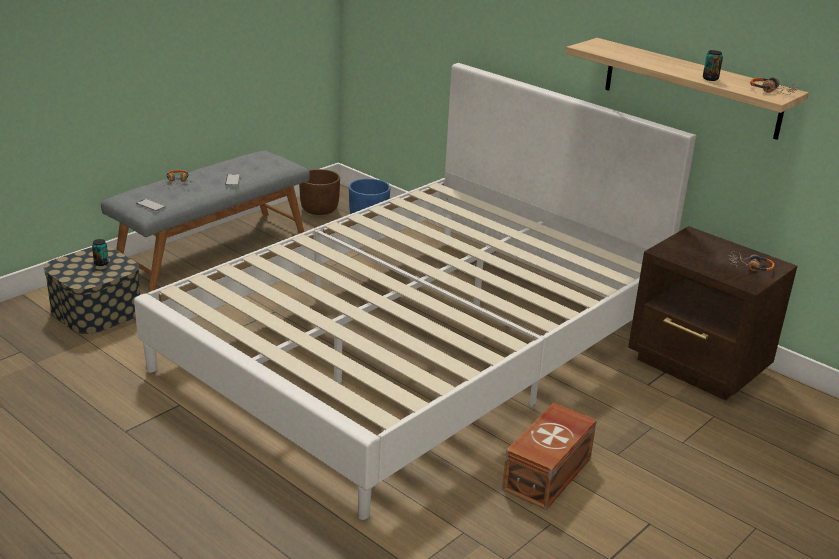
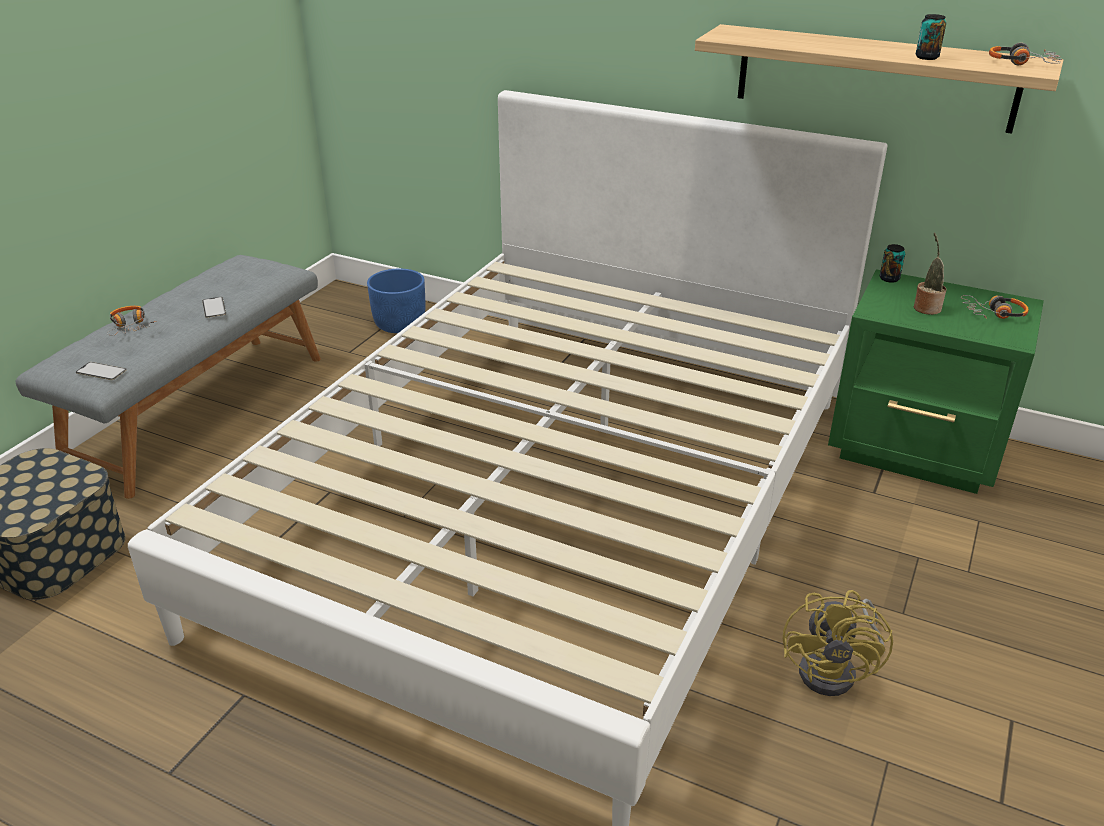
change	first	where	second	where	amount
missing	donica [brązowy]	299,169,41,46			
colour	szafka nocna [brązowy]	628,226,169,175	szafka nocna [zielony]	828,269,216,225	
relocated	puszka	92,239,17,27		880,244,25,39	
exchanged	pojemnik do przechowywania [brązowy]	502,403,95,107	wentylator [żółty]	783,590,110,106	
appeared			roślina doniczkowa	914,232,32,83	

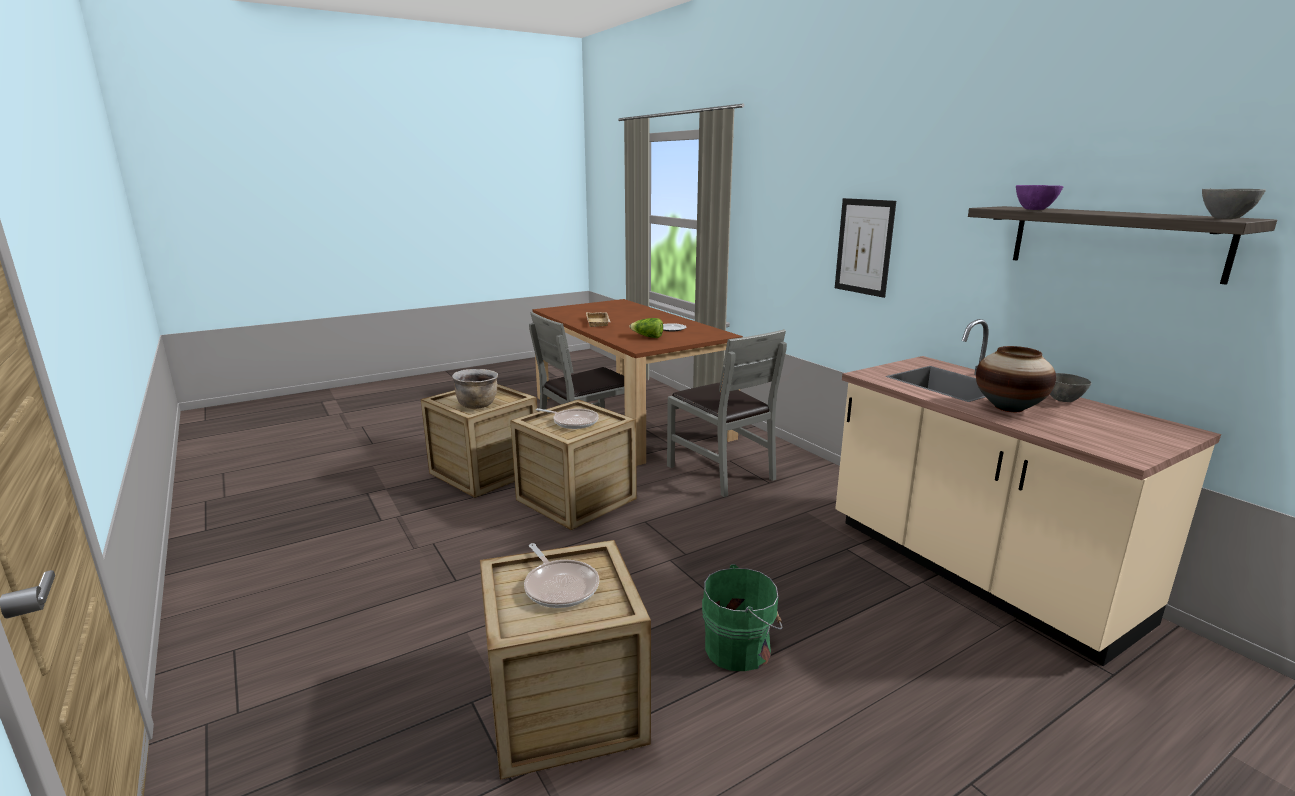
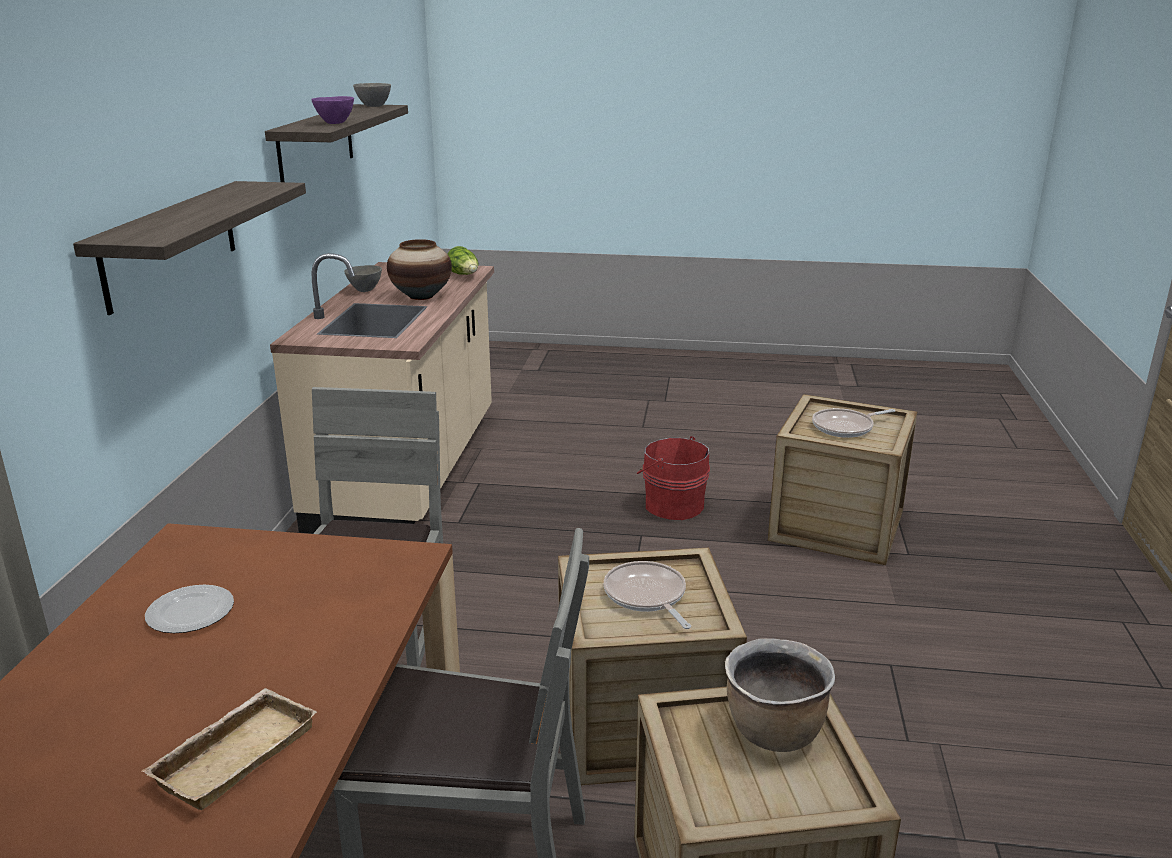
change	first	where	second	where	amount
exchanged	obraz	835,198,61,100	półka	73,181,233,134	
relocated	sałata	629,318,34,20		448,246,31,29	
spun	patelnia	524,543,75,65		812,408,83,30	120 degrees counterclockwise
colour	wiadro [zielony]	702,564,80,107	wiadro [czerwony]	637,436,73,84	

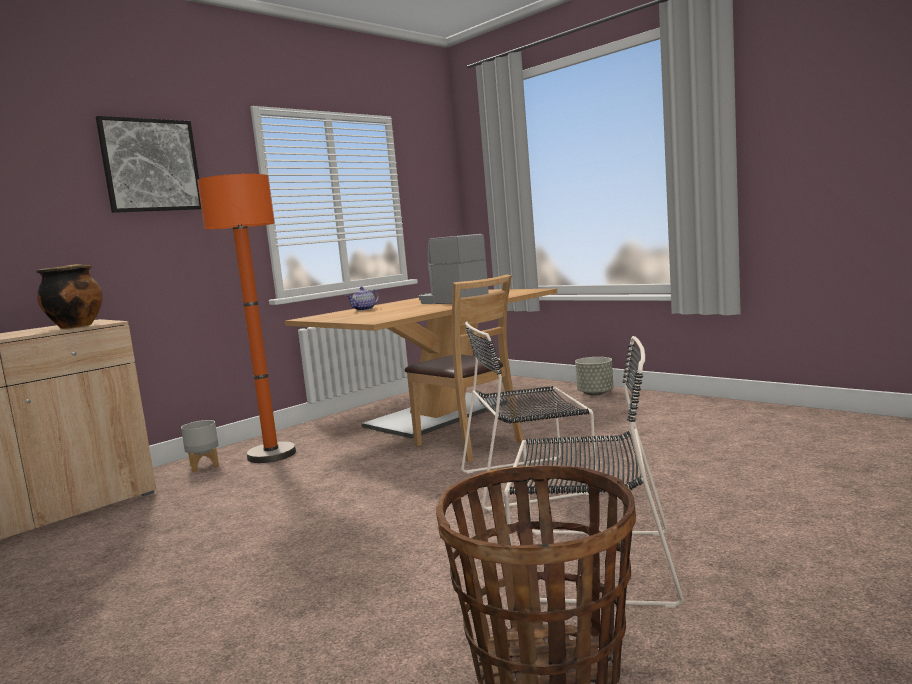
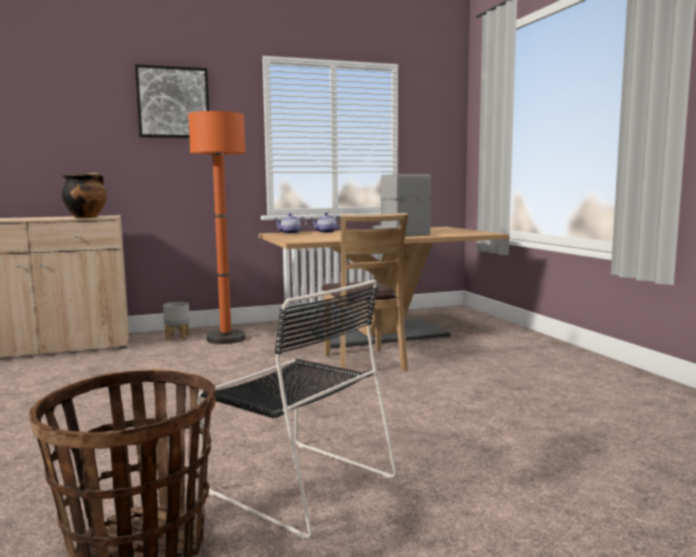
change	first	where	second	where	amount
missing	krzesło [czarny]	461,321,135,190			
missing	donica [szary]	575,357,39,39			
appeared			imbryk	274,213,33,21	

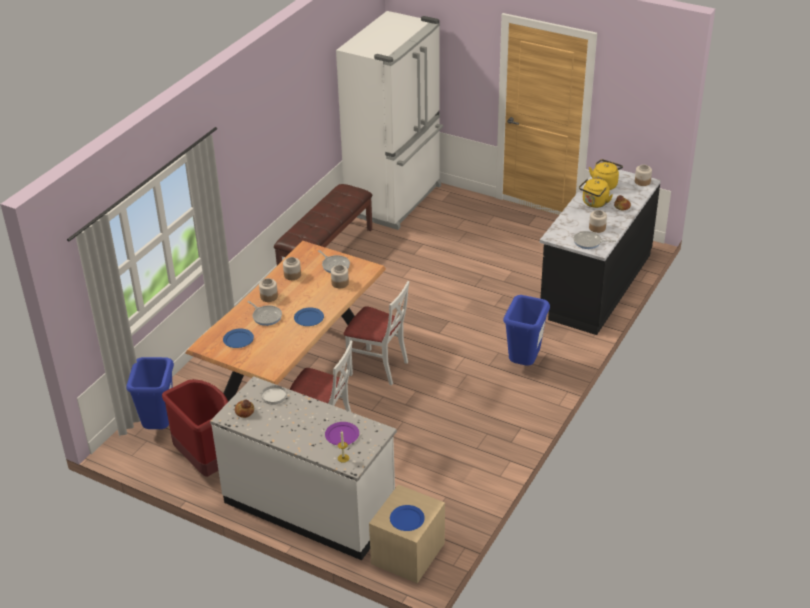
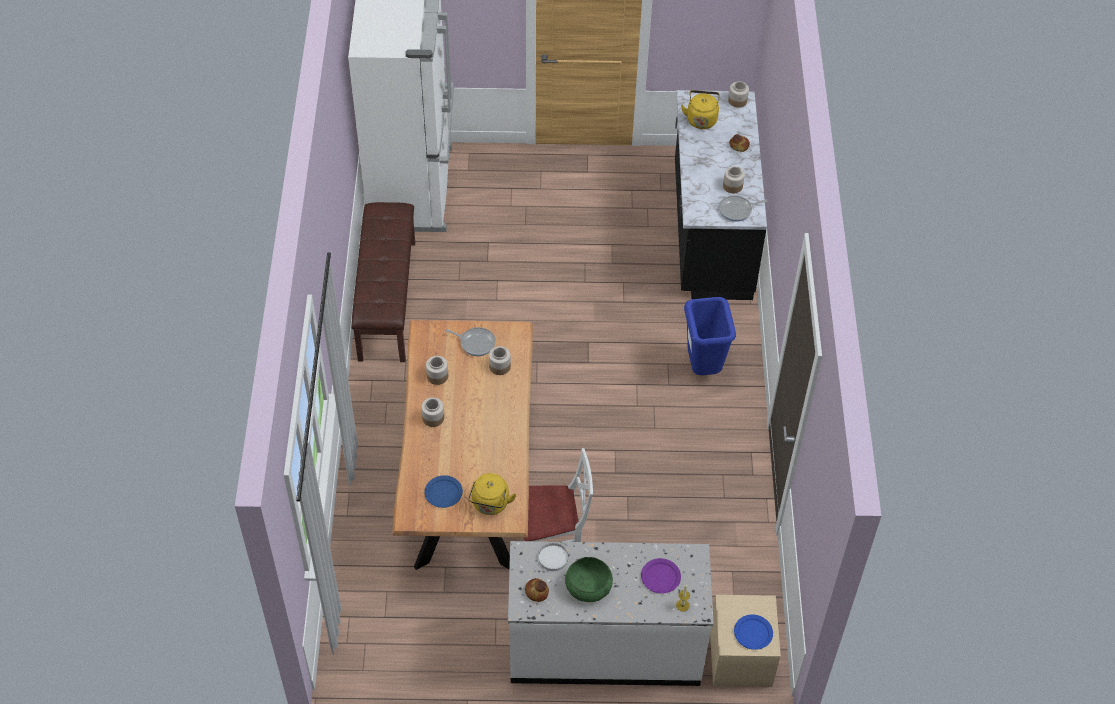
change	first	where	second	where	amount
relocated	czajnik [żółty]	579,179,34,29		468,473,48,42	
missing	krzesło [biały]	343,281,66,104			
missing	patelnia	248,301,34,25			
missing	talerz [niebieski]	294,307,30,19			
missing	kosz na śmieci [niebieski]	127,357,47,72			
missing	kosz na śmieci [czerwony]	162,379,66,98			
appeared			miska [zielony]	565,557,48,45	

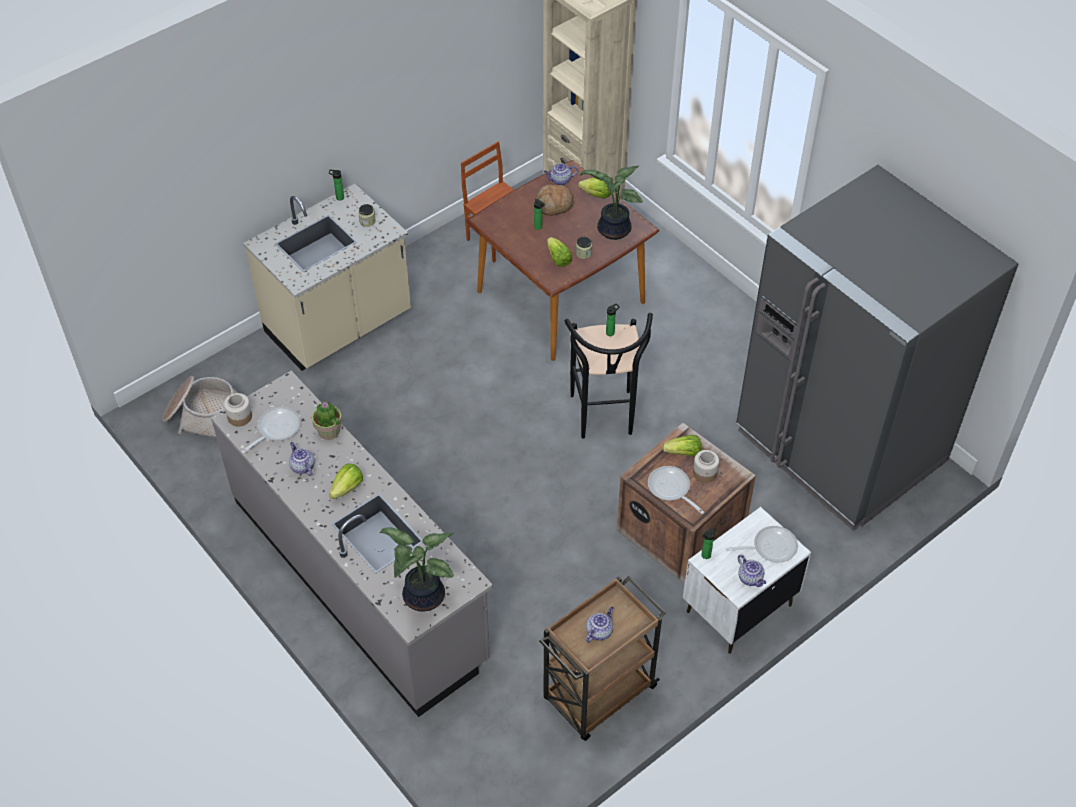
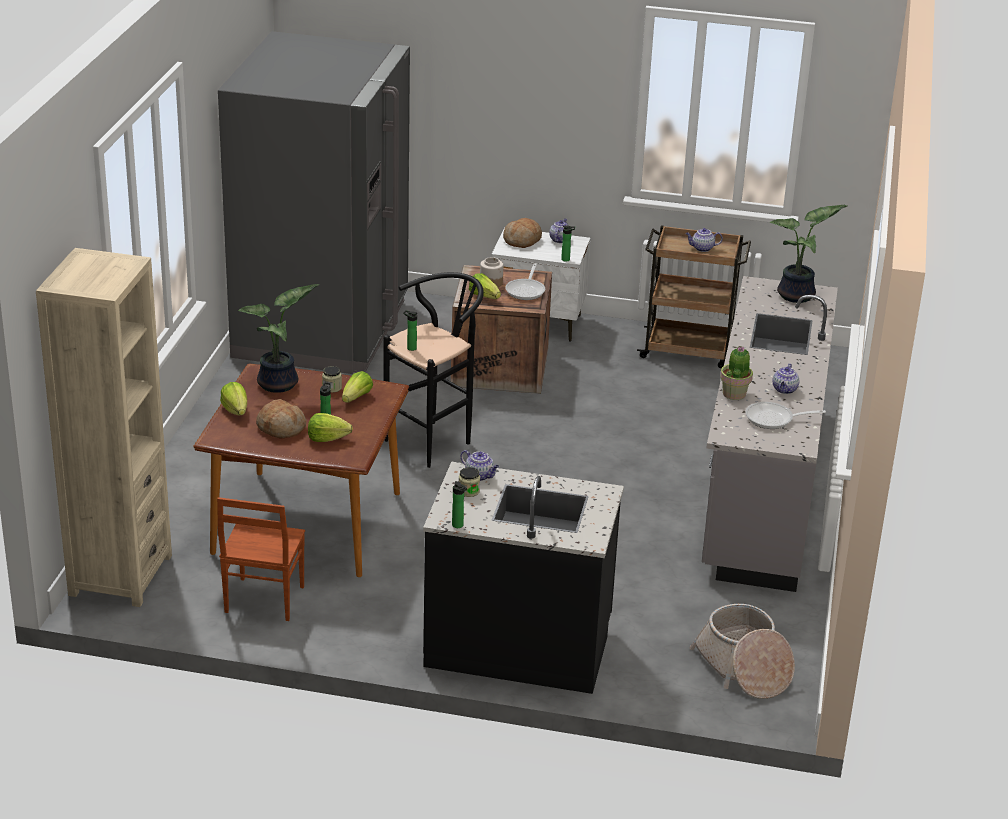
change	first	where	second	where	amount
relocated	imbryk	544,163,34,22		461,450,38,31	
colour	zabudowa kuchenna [beżowy]	243,184,168,187	zabudowa kuchenna [czarny]	423,462,201,232	
missing	słoik	224,393,28,33			
relocated	sałata	329,463,34,36		308,413,45,29	
exchanged	patelnia	726,526,72,37	chleb	503,218,39,30	

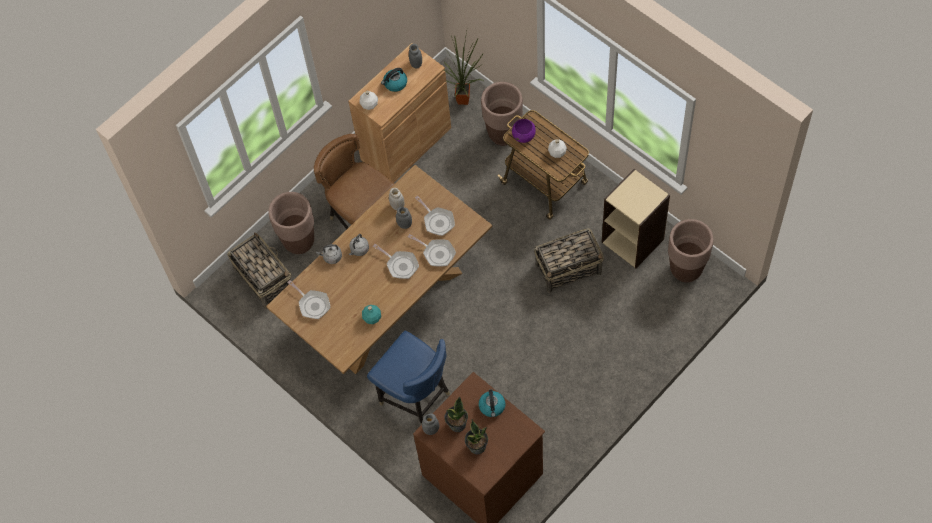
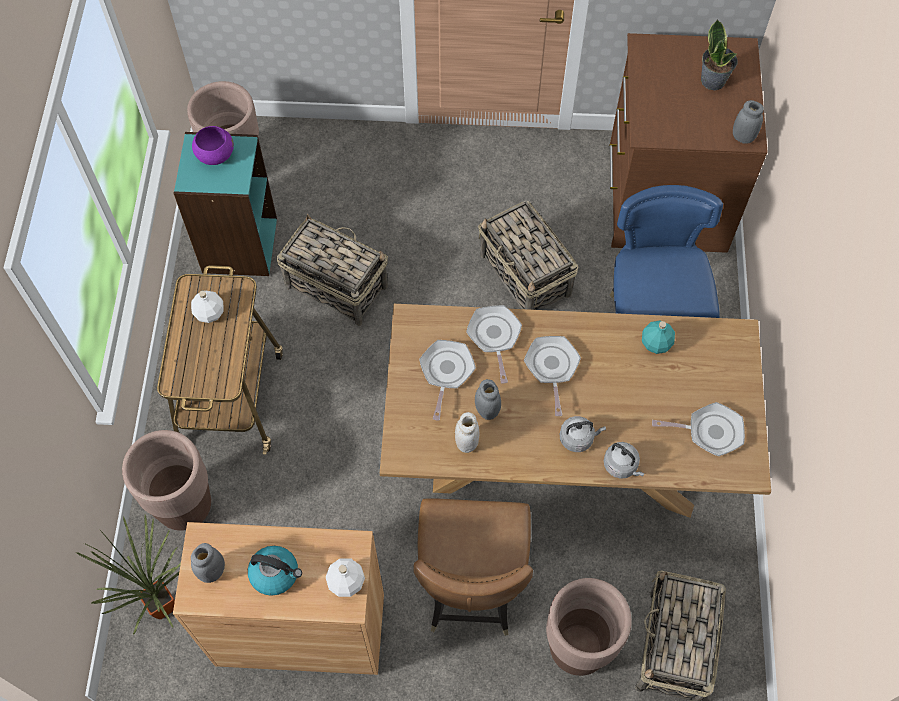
change	first	where	second	where	amount
relocated	miska [fioletowy]	512,119,24,24		192,126,42,39	
colour	regał [beżowy]	602,169,68,99	regał [turkusowy]	173,132,104,144	
spun	patelnia	287,280,44,39		652,402,93,54	90 degrees clockwise
missing	czajnik	479,390,26,27			
missing	roślina doniczkowa	445,397,23,35			
appeared			koszyk	478,201,100,109	

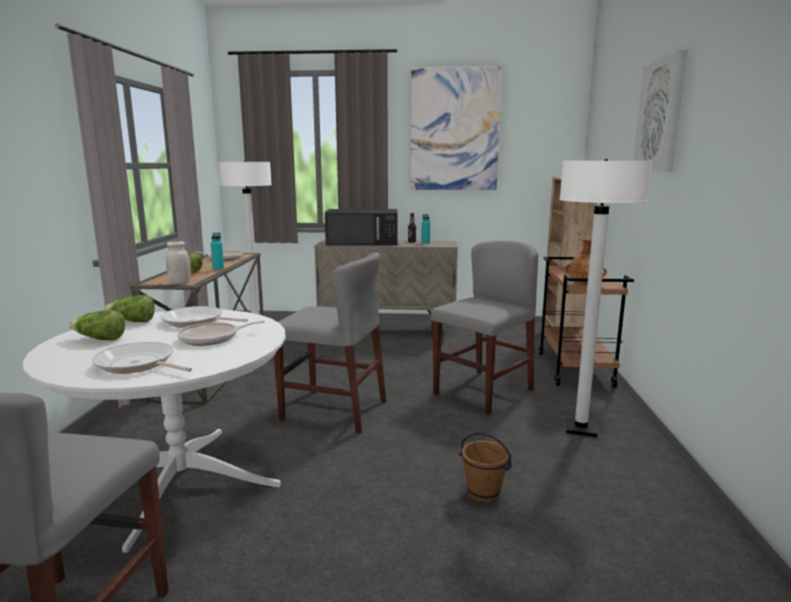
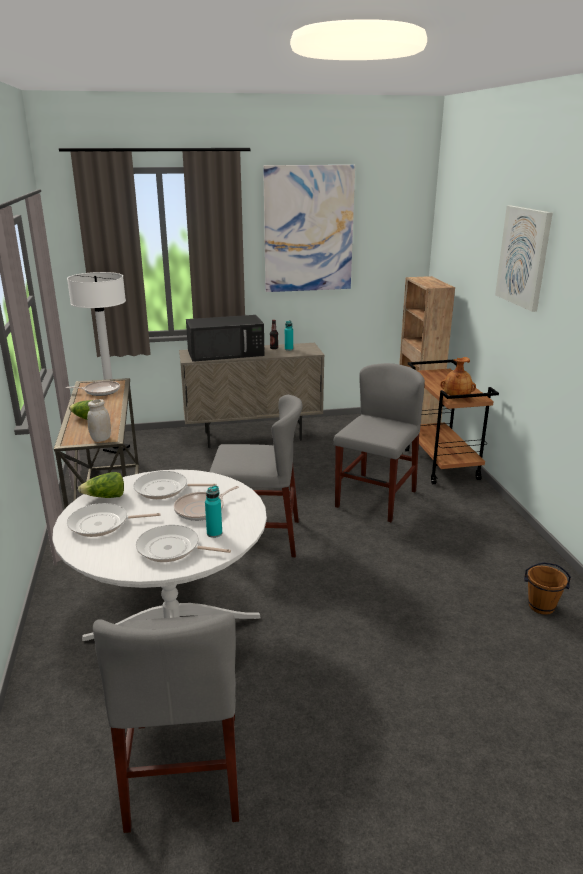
change	first	where	second	where	amount
missing	lampa stojąca [biały]	559,159,93,278			
relocated	butelka [turkusowy]	211,232,13,38		205,486,17,52	
exchanged	sałata	69,310,56,31	patelnia	67,503,93,34	
relocated	wiadro [brązowy]	459,432,53,71		524,562,47,53	

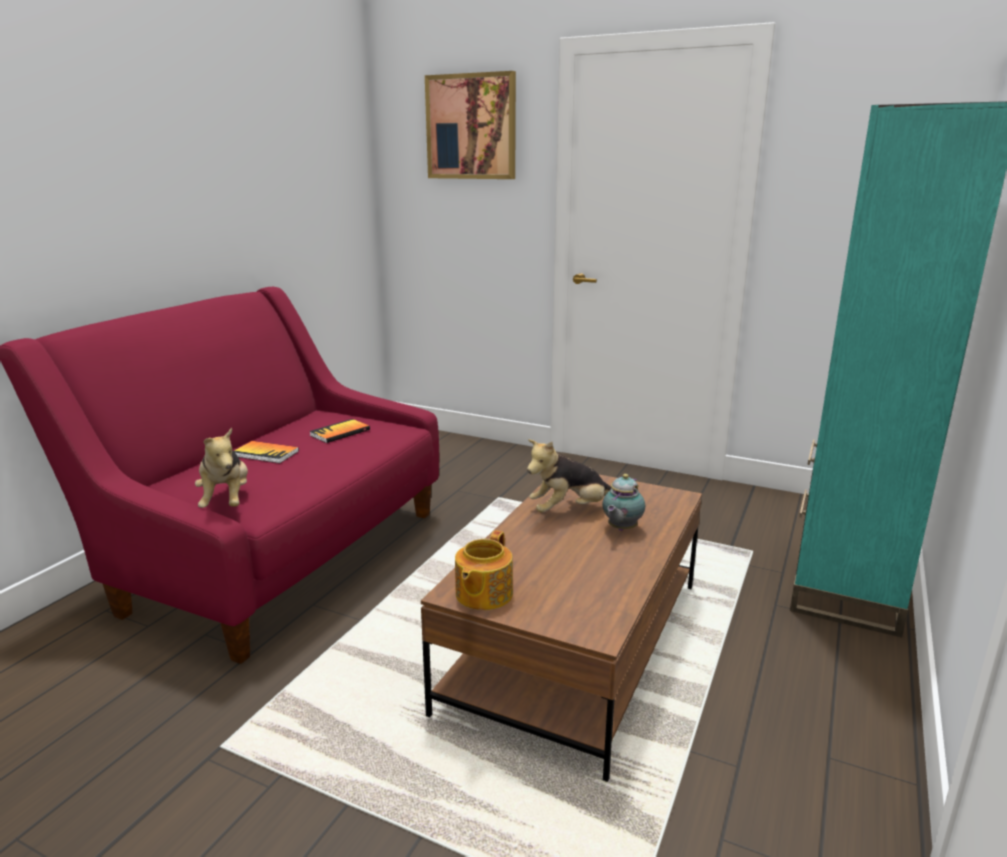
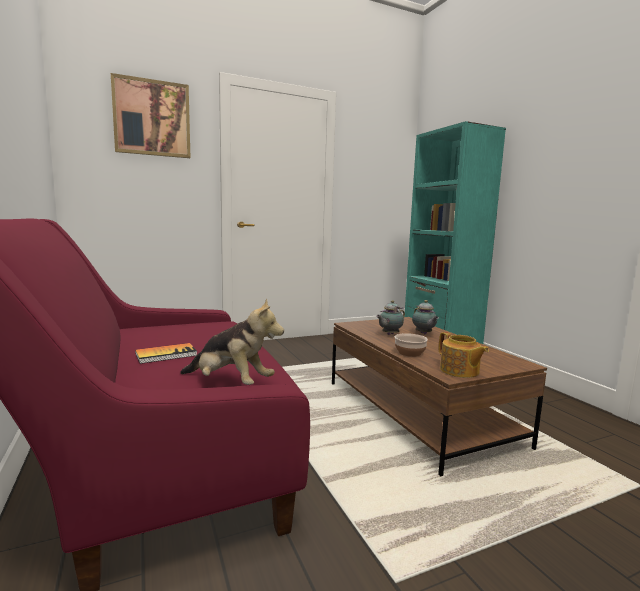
change	first	where	second	where	amount
missing	książka	309,419,61,24			
exchanged	pluszak	527,439,84,74	imbryk	376,300,29,35	
appeared			miska	395,333,33,24	

